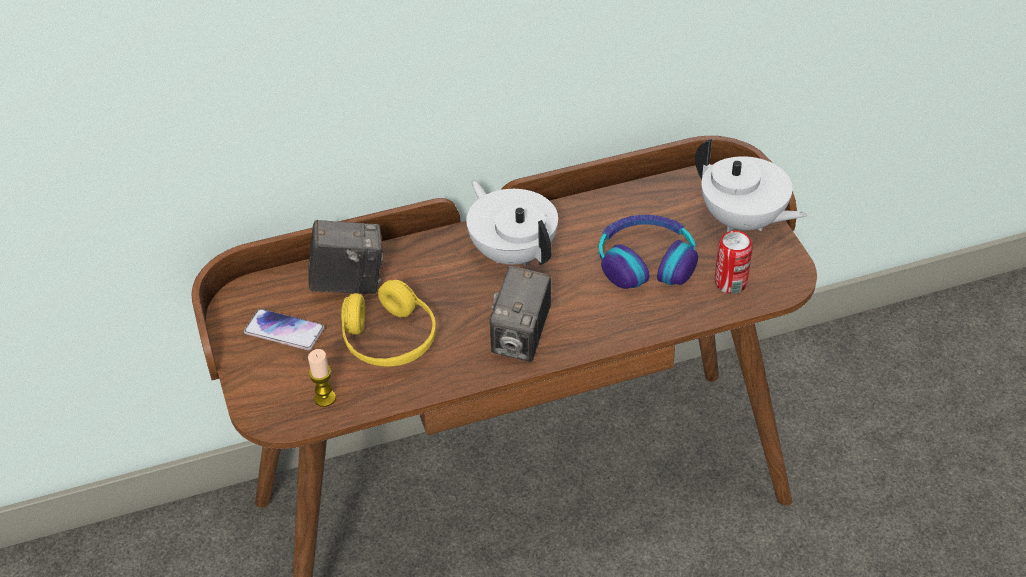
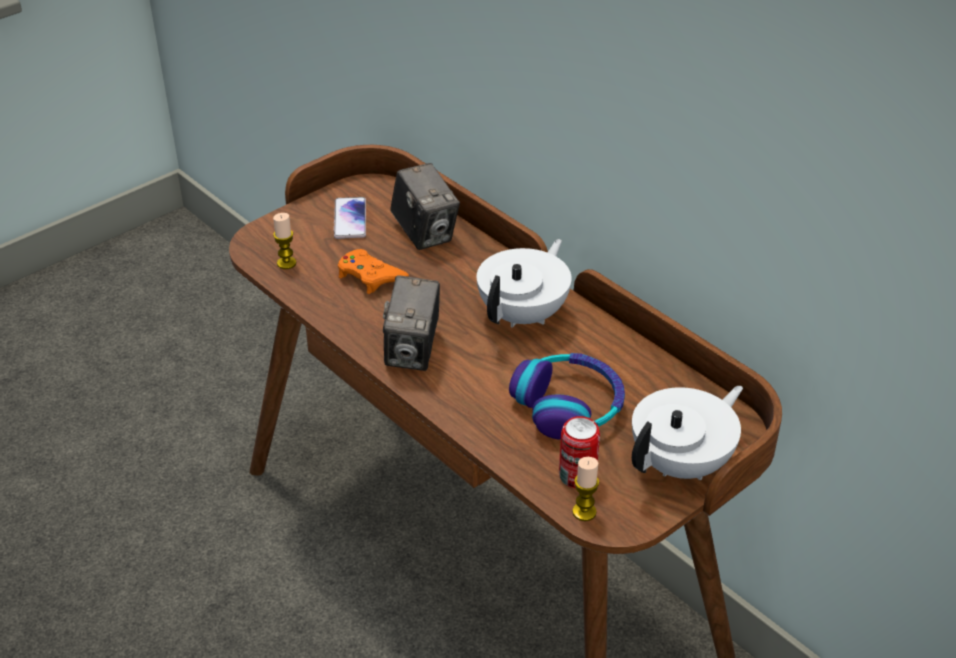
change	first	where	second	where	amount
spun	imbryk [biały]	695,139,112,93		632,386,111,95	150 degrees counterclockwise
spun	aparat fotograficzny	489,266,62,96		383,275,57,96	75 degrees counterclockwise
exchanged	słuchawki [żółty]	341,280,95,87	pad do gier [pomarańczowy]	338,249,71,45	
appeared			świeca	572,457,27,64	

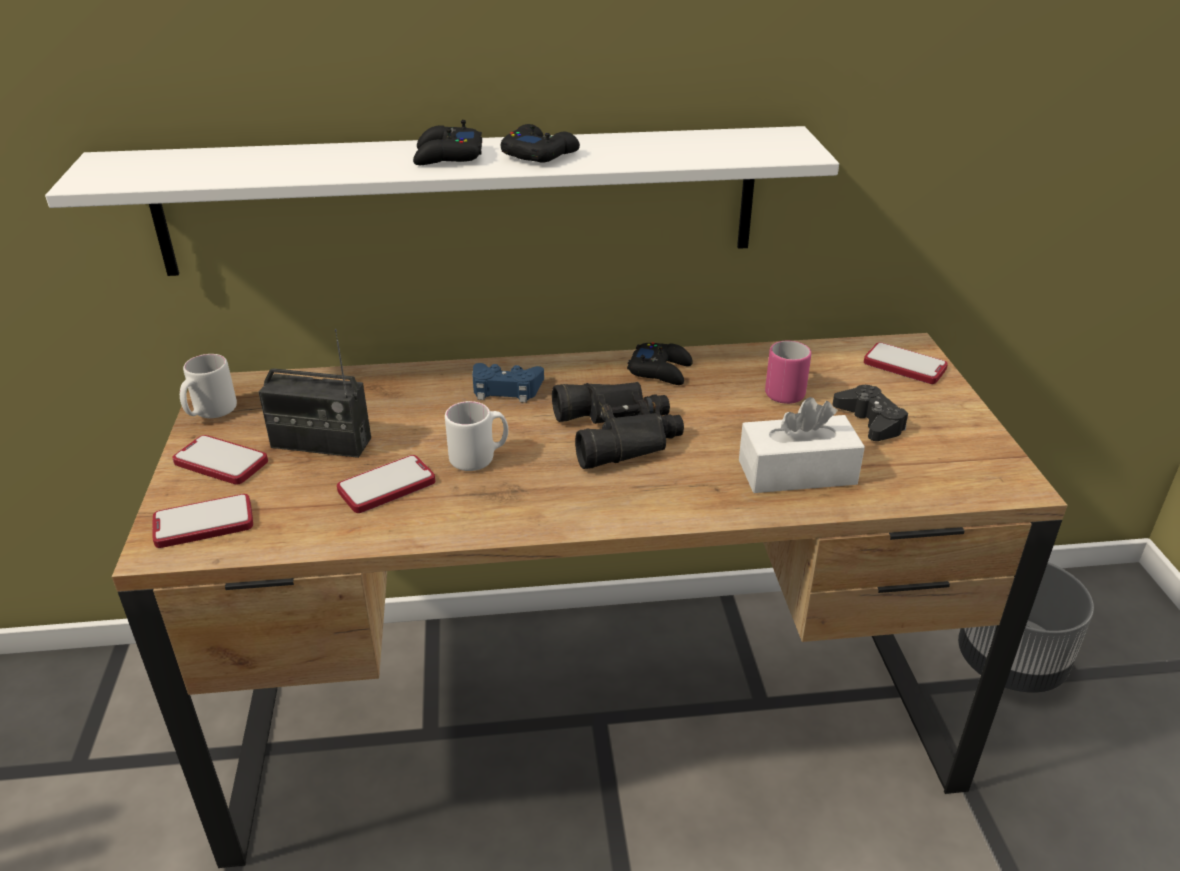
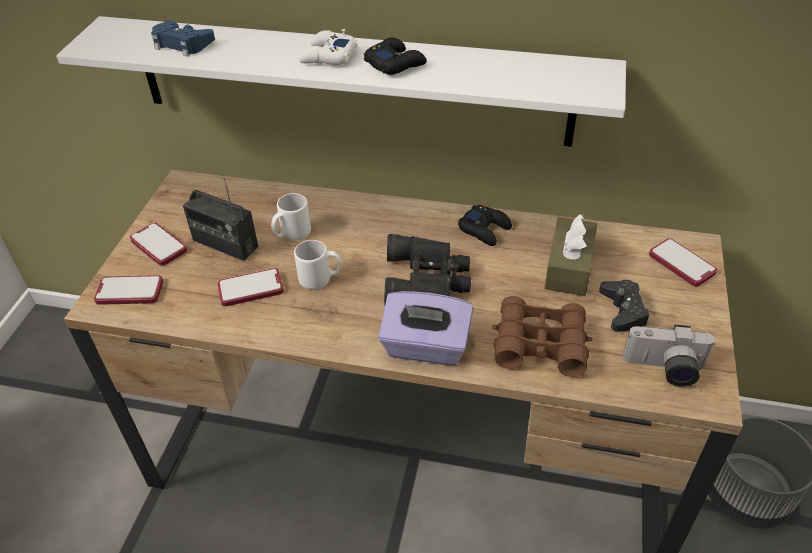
change	first	where	second	where	amount
colour	pad do gier [czarny]	413,120,69,45	pad do gier [biały]	299,29,59,36	
exchanged	kubek [różowy]	765,340,46,64	pudełko chusteczek [brązowy]	544,214,53,82	
relocated	kubek [biały]	180,354,57,64		271,193,40,47	
relocated	pad do gier [niebieski]	472,363,72,40		151,20,64,37	
exchanged	pudełko chusteczek [biały]	739,397,126,96	lornetka [brązowy]	492,296,101,81	
appeared			pudełko chusteczek [fioletowy]	378,291,95,74	
appeared			aparat fotograficzny	623,325,93,62	

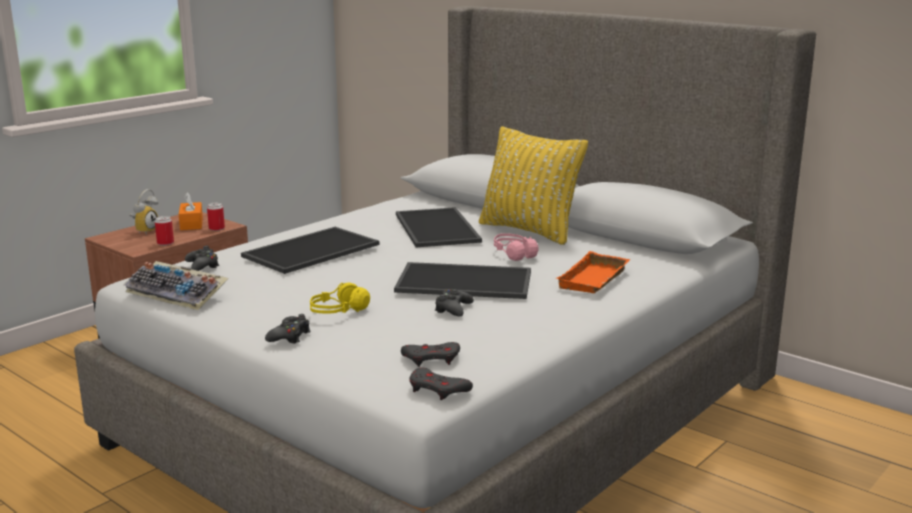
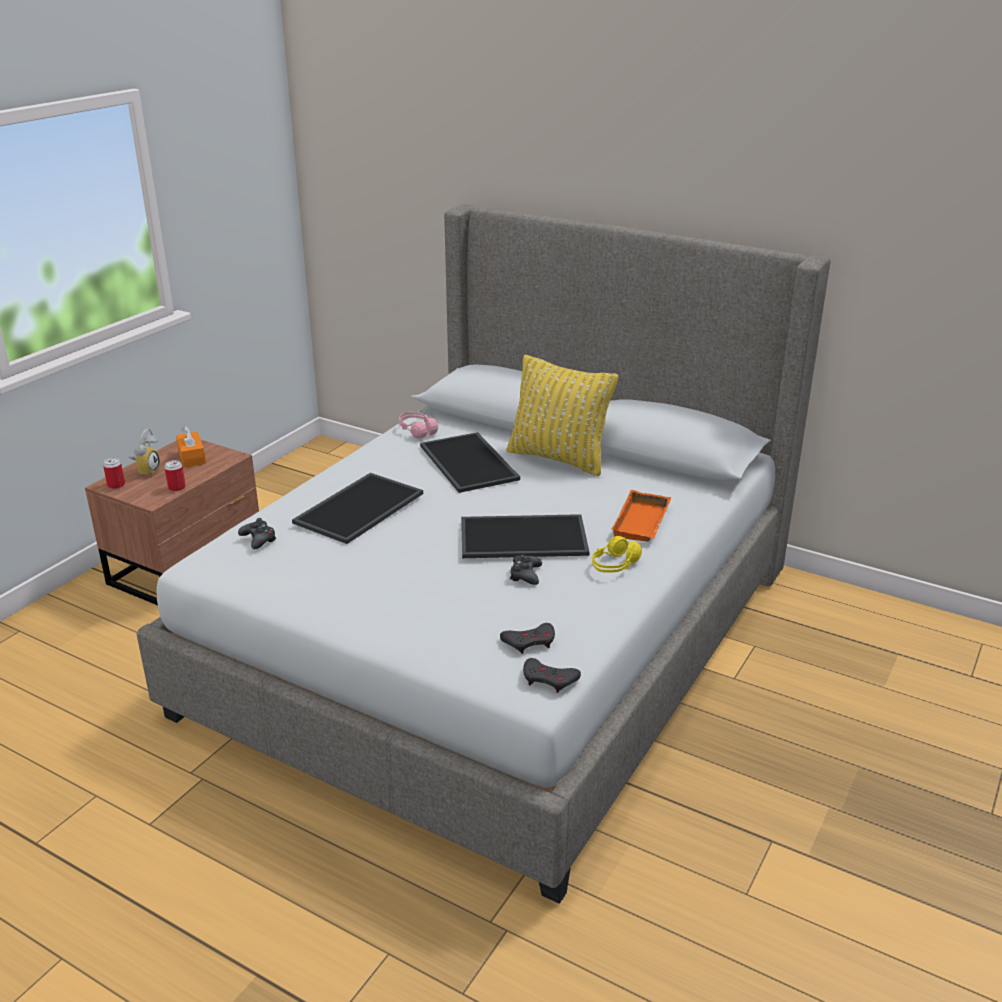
change	first	where	second	where	amount
relocated	puszka	207,203,18,28		103,458,22,31	
relocated	słuchawki [różowy]	494,233,44,28		399,412,39,27	
missing	klawiatura	123,261,106,49			
relocated	słuchawki [żółty]	310,282,60,31		592,536,50,37	
missing	pad do gier [czarny]	265,314,46,30			

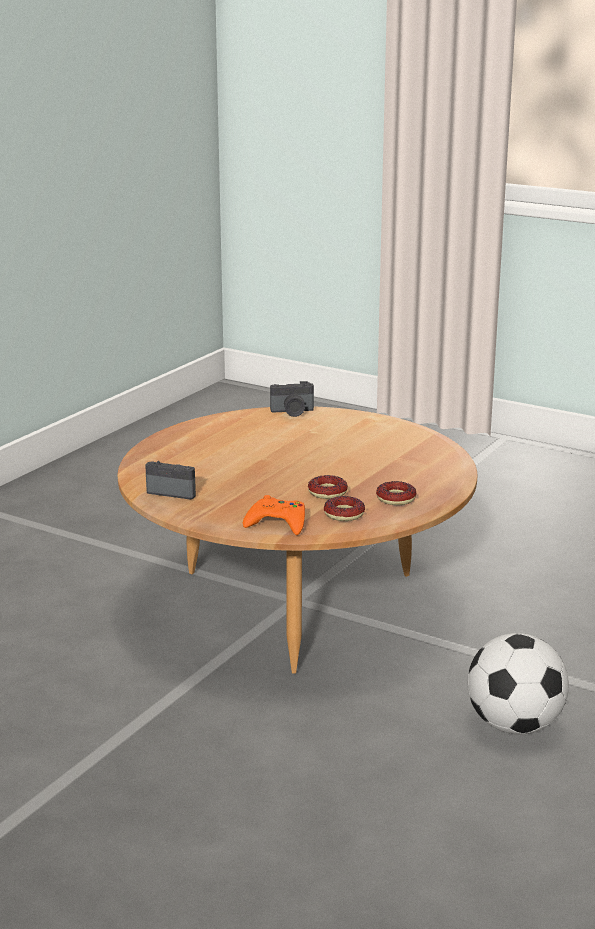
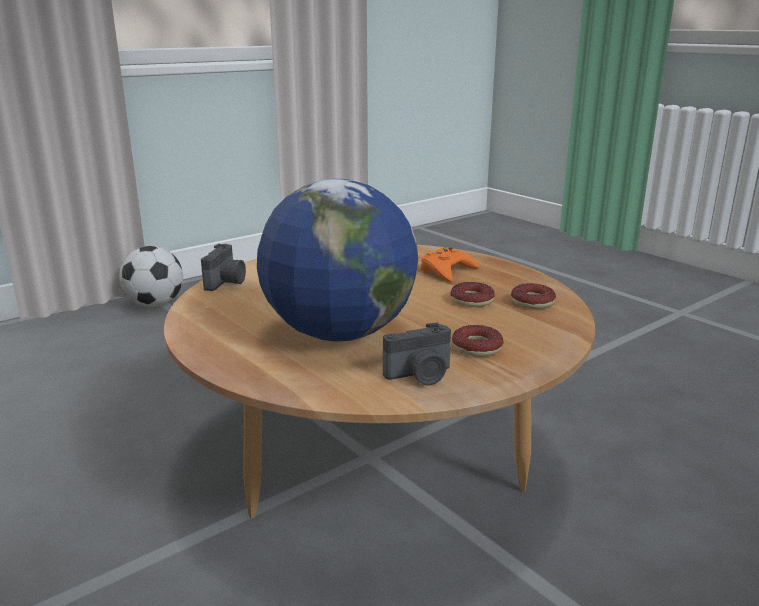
change	first	where	second	where	amount
spun	aparat fotograficzny	145,461,51,38		383,323,68,63	150 degrees counterclockwise
relocated	donut	376,481,40,24		452,325,51,32	
relocated	pad do gier [pomarańczowy]	243,495,62,40		421,248,58,34	
relocated	piłka futbolowa	467,633,102,101		119,246,64,61	
appeared			globus	257,179,161,163	

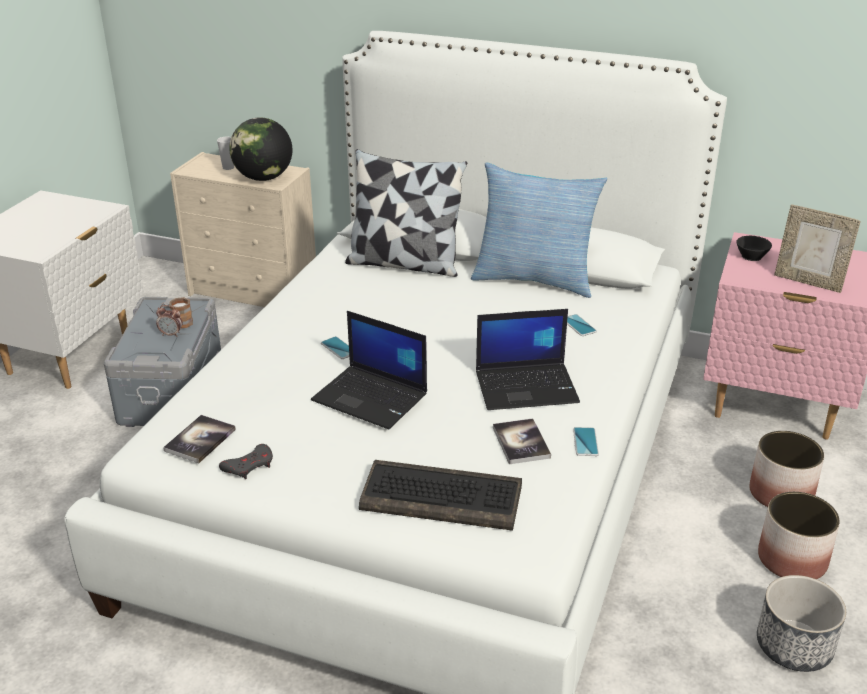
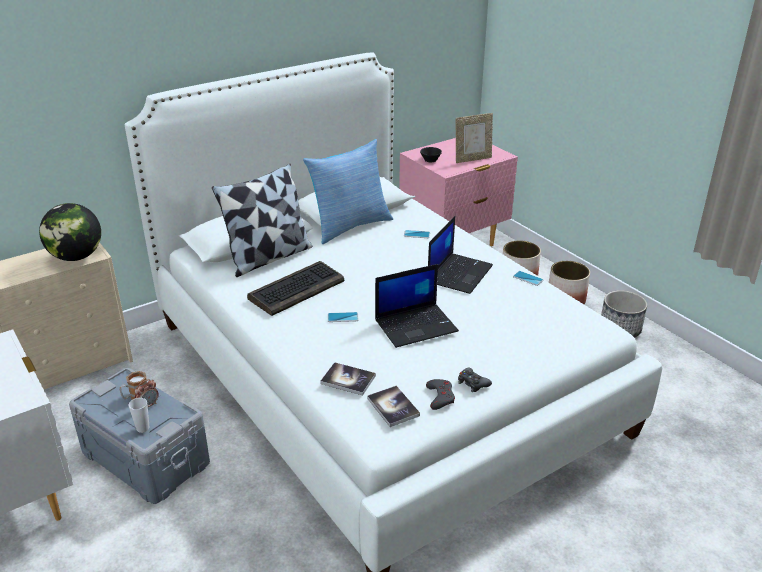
change	first	where	second	where	amount
relocated	filiżanka	217,136,17,34		128,398,22,35	
relocated	książka	493,418,58,46		320,362,56,33	
relocated	klawiatura	359,460,163,71		247,261,97,55	
appeared			pad do gier [czarny]	458,368,34,24	

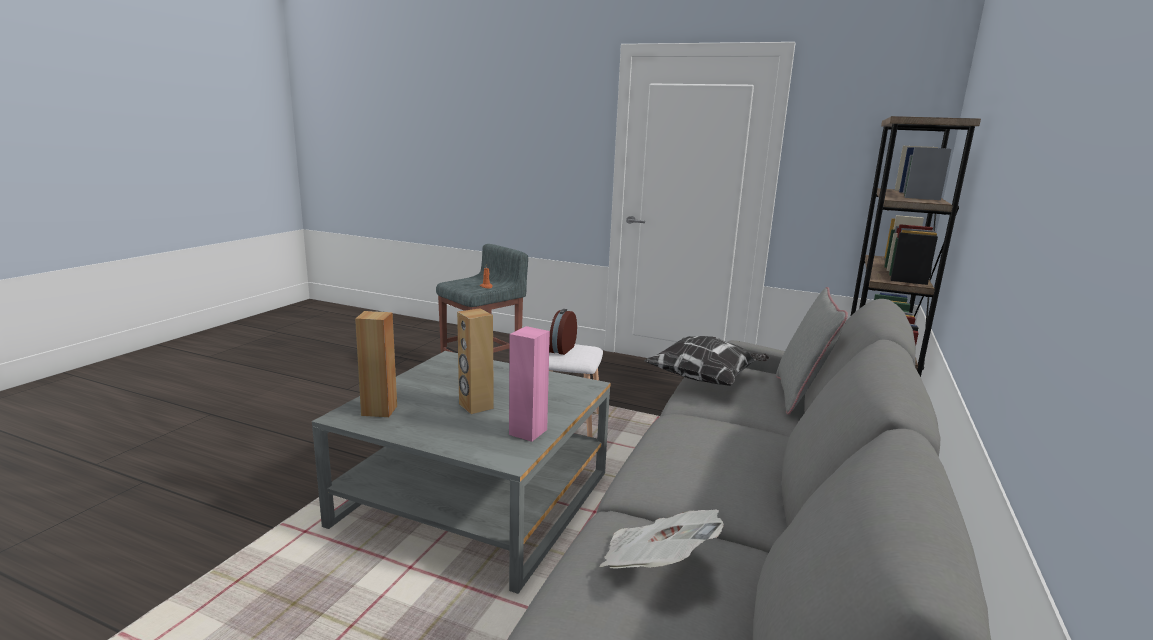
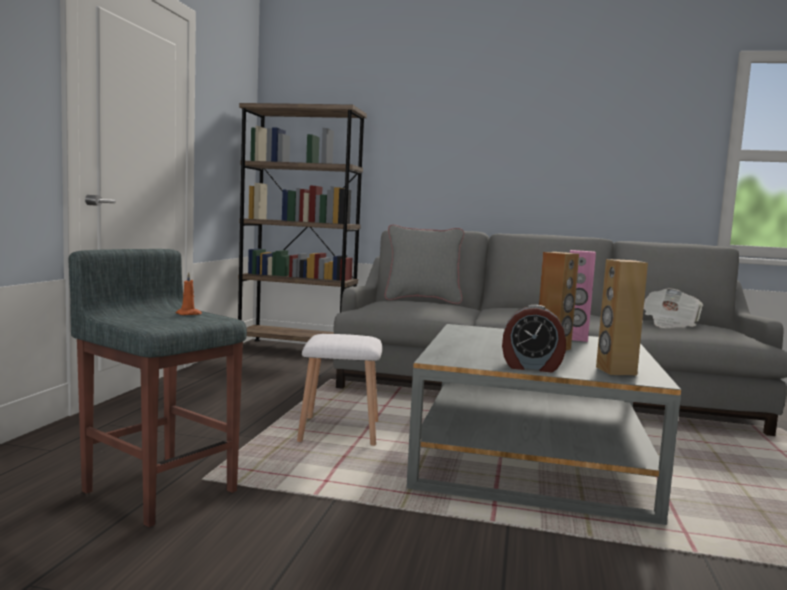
change	first	where	second	where	amount
relocated	budzik	549,309,28,46		502,305,64,67	
missing	poduszka	644,336,126,50			

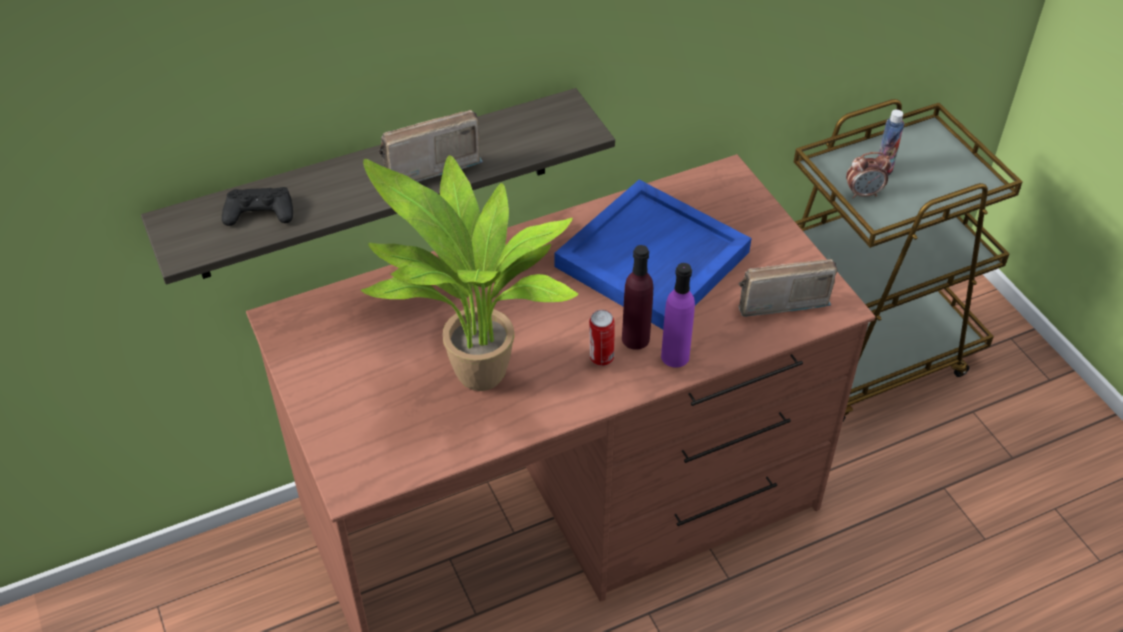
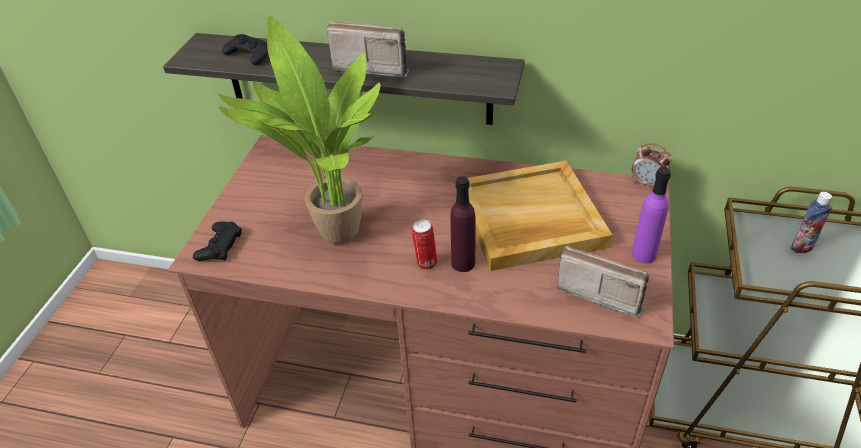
change	first	where	second	where	amount
relocated	budzik	846,152,45,47		632,143,40,43	
colour	taca [niebieski]	554,180,197,149	taca [beżowy]	468,161,145,110	
relocated	butelka [fioletowy]	661,263,34,105		632,167,39,97	
appeared			pad do gier [czarny]	193,221,49,40	

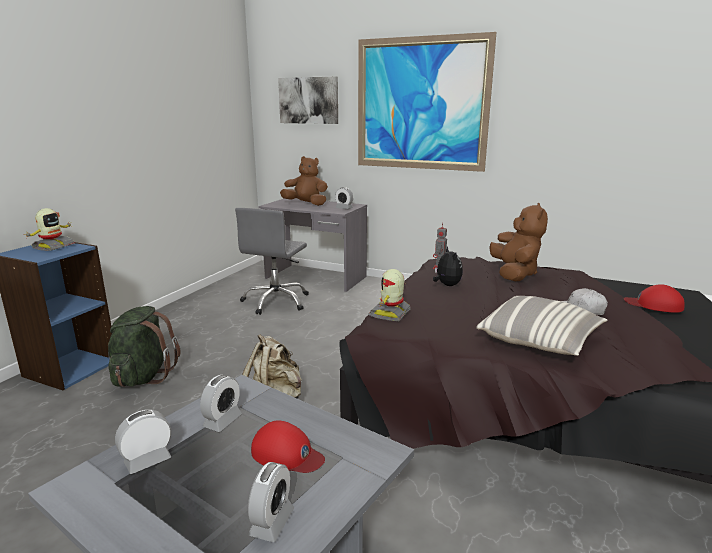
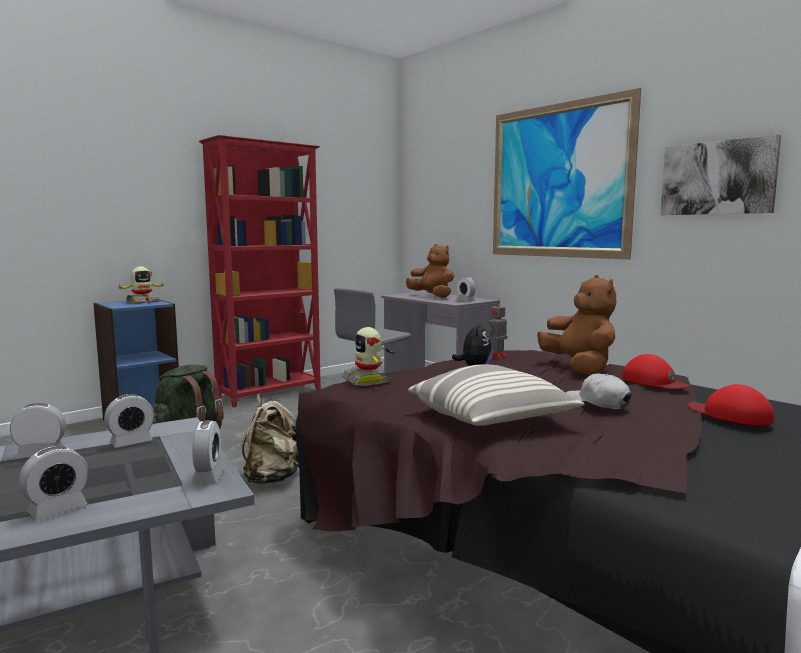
change	first	where	second	where	amount
relocated	obraz	278,77,60,47		660,135,121,80	
spun	pluszak [brązowy]	489,203,59,78		537,275,79,100	45 degrees counterclockwise
spun	robot zabawkowy	368,269,42,52		342,327,49,59	75 degrees counterclockwise
relocated	czapka z daszkiem [czerwony]	251,420,74,53		622,354,68,35	
appeared			regał [czerwony]	199,135,122,273	
appeared			budzik	191,420,35,64	

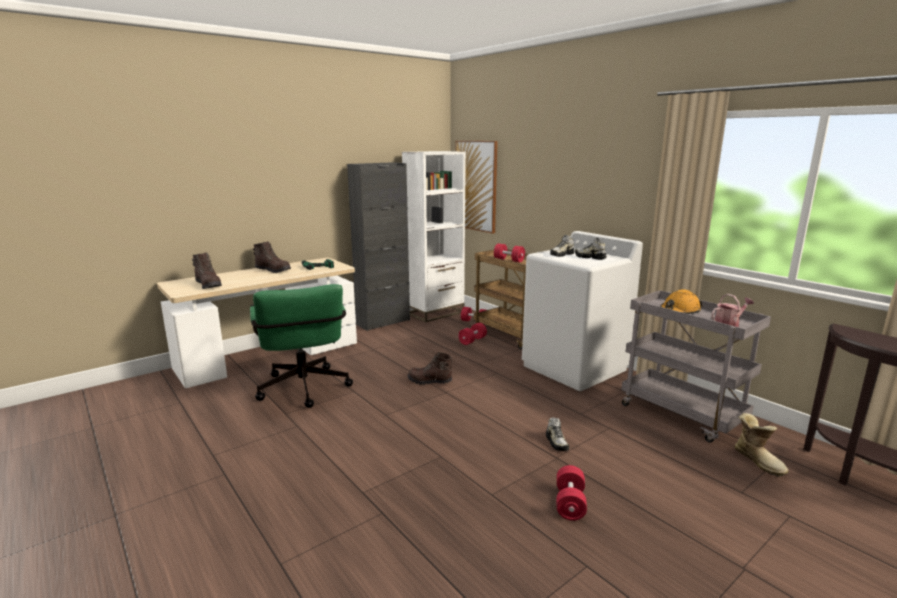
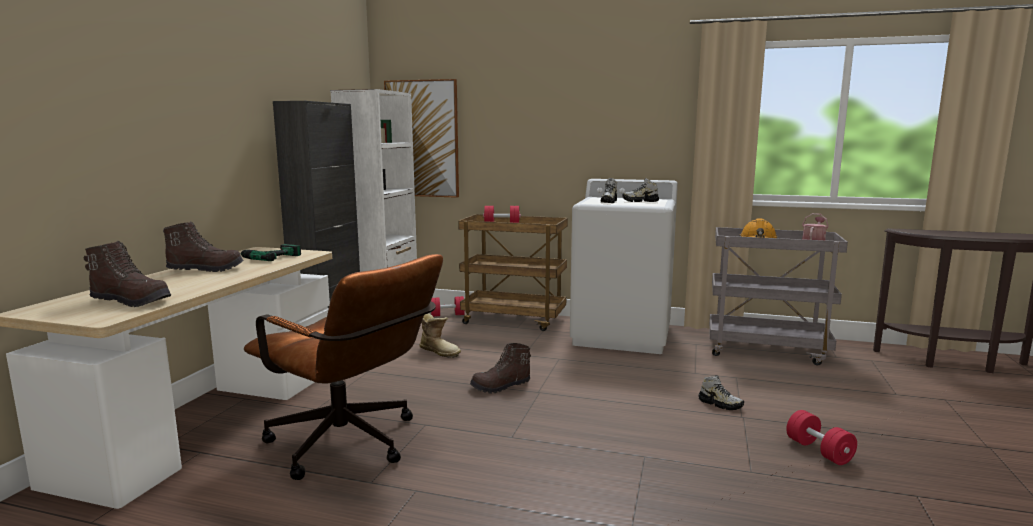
change	first	where	second	where	amount
colour	krzesło biurowe [zielony]	250,284,103,124	krzesło biurowe [brązowy]	244,254,199,226	
missing	hantel [czerwony]	458,323,29,22			
relocated	but z cholewką	735,413,53,64		419,313,42,45	

